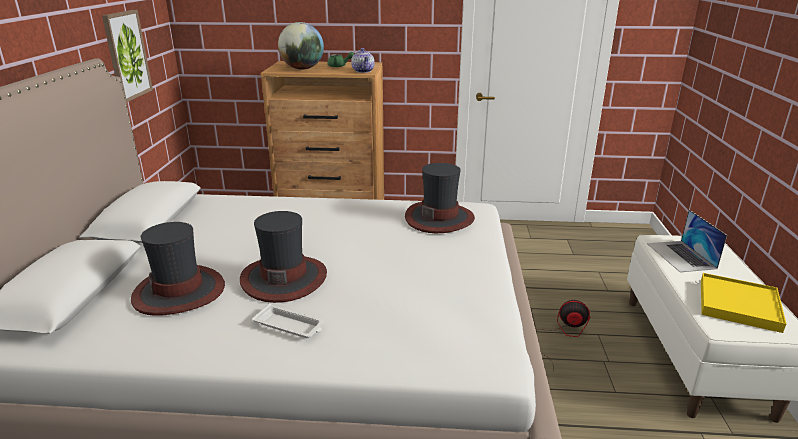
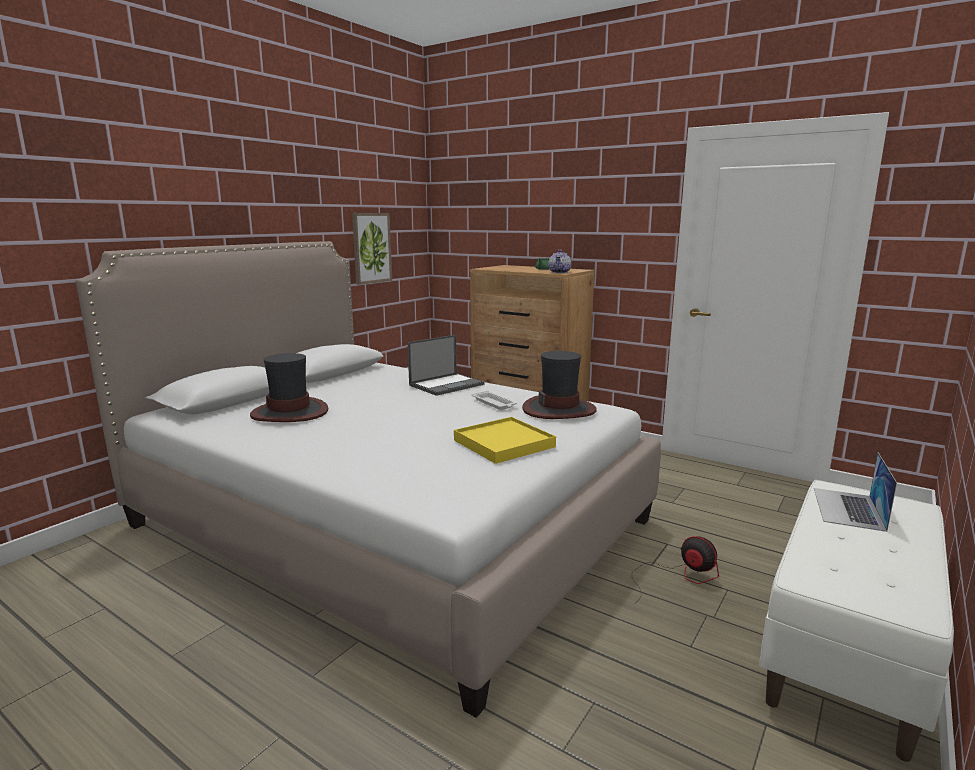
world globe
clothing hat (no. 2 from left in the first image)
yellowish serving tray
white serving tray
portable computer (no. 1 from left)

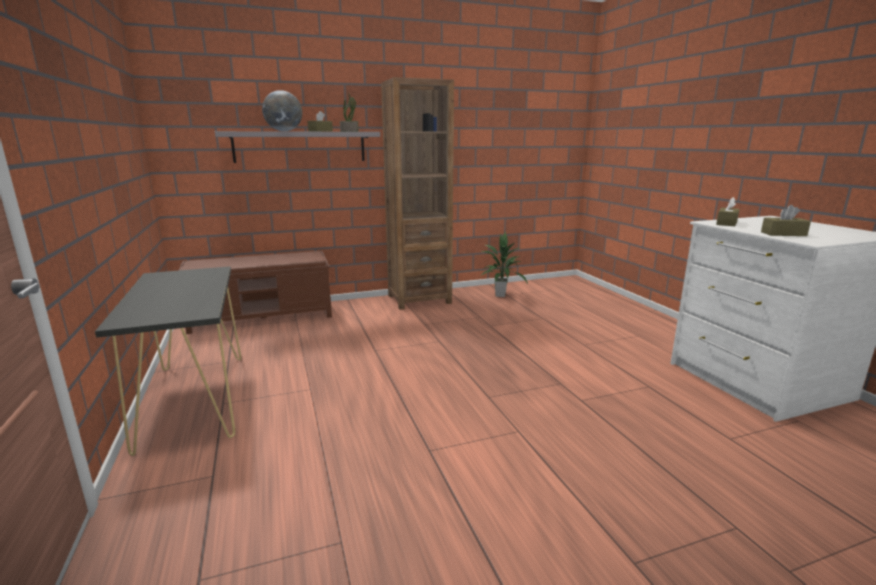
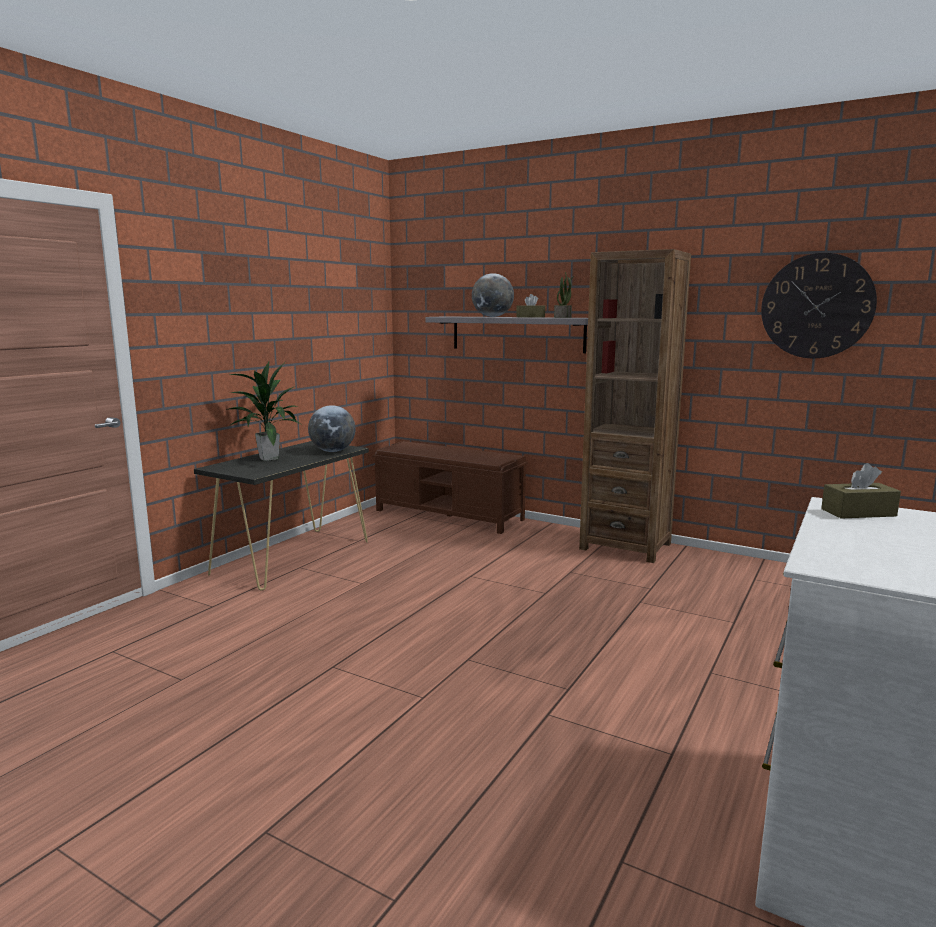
brown-coloured box of tissues (no. 3 from left in the first image)
houseplant (no. 1 from left)
hanging clock
world globe (no. 1 from left)

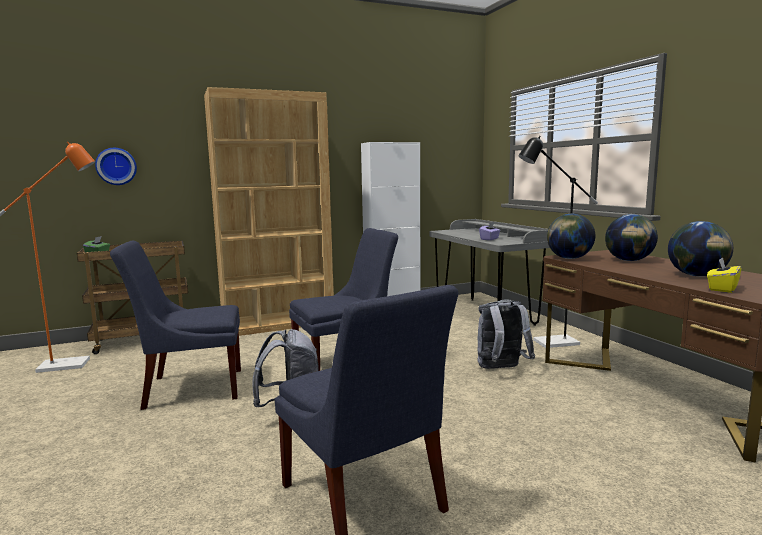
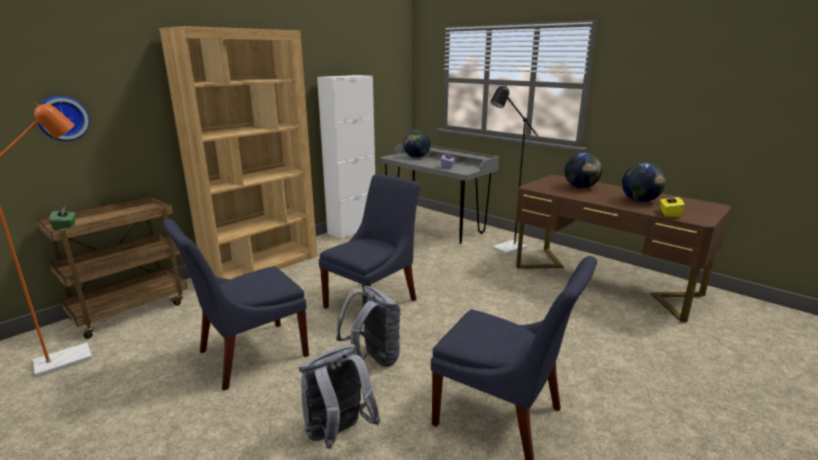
world globe (no. 1 from left)
grey knapsack (no. 1 from left)

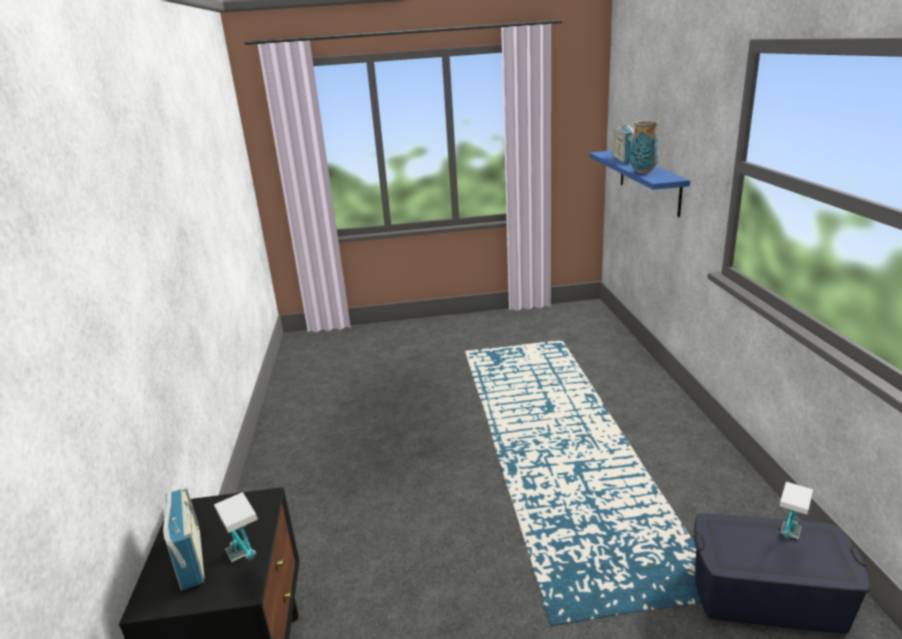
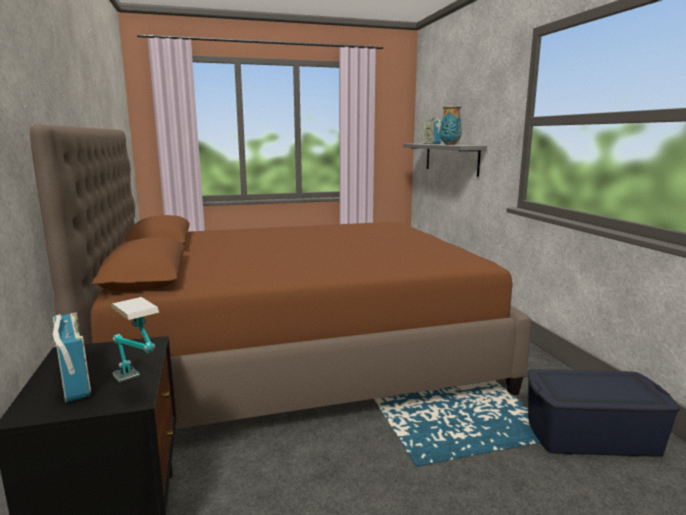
grey bracket shelf
table lamp (no. 2 from left in the first image)
brown-coloured bedroom bed

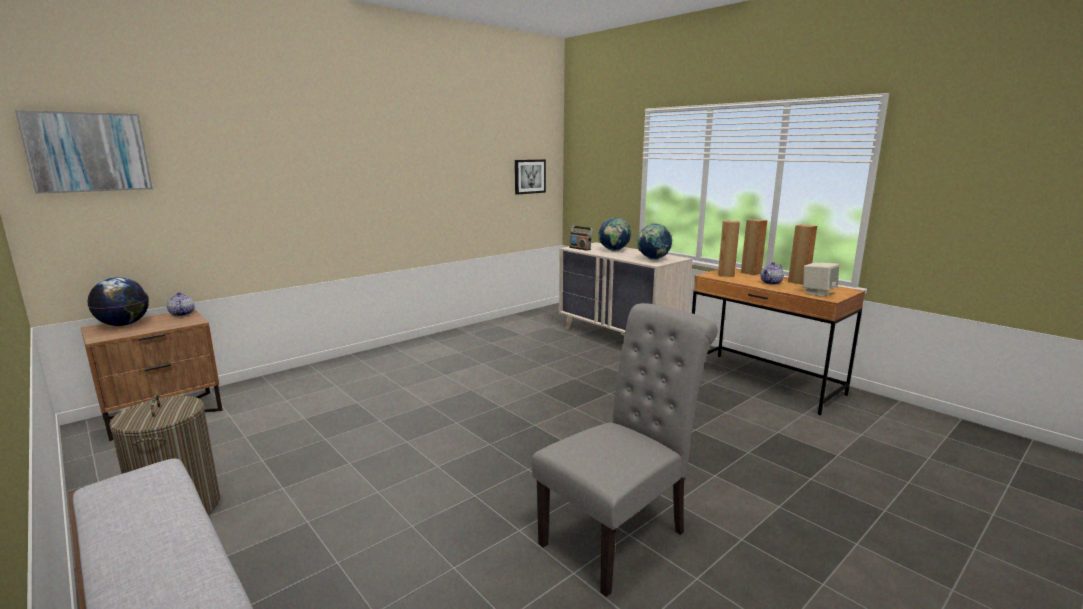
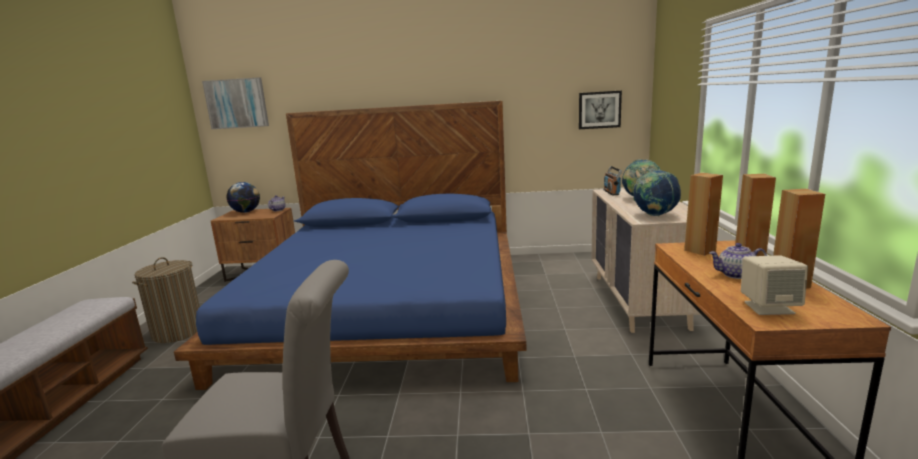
blue-coloured bedroom bed

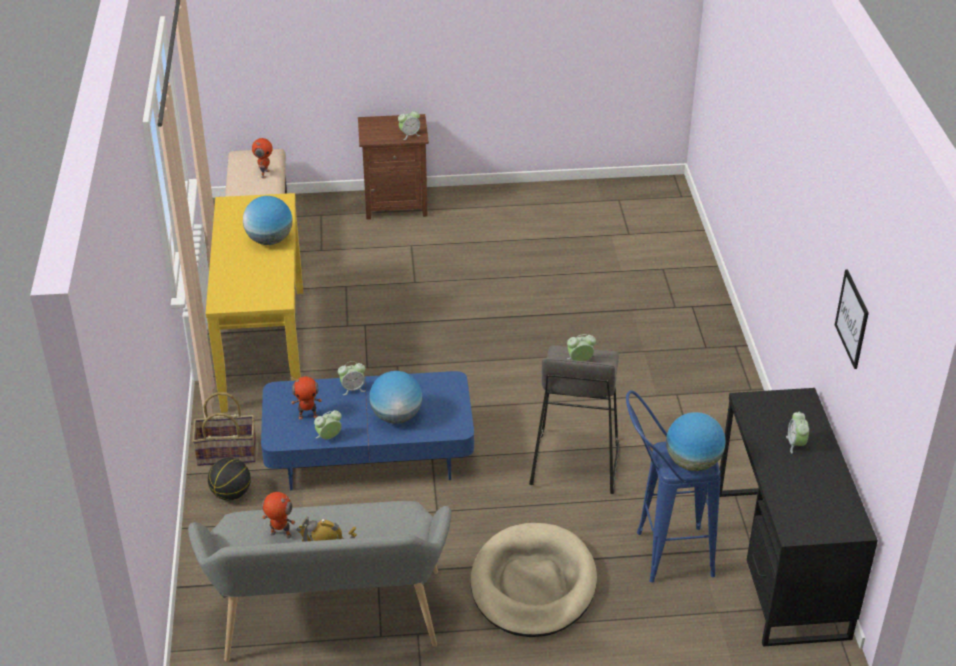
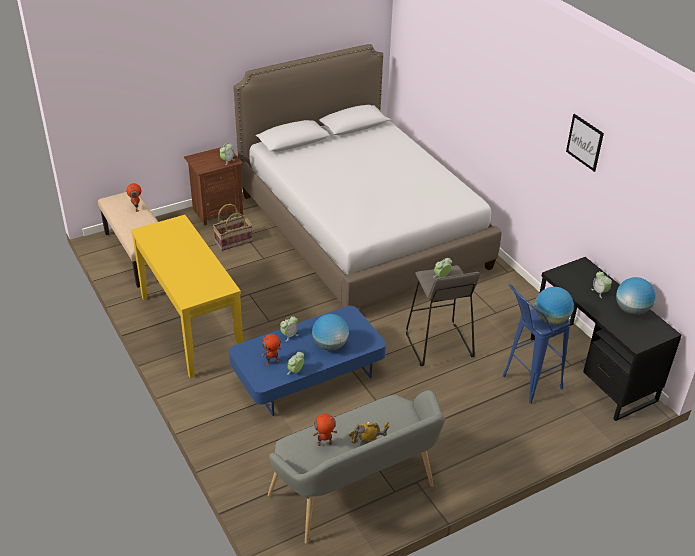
world globe (no. 3 from left)
picture
household basket
ball for basketball
beige-coloured dog bed
bedroom bed

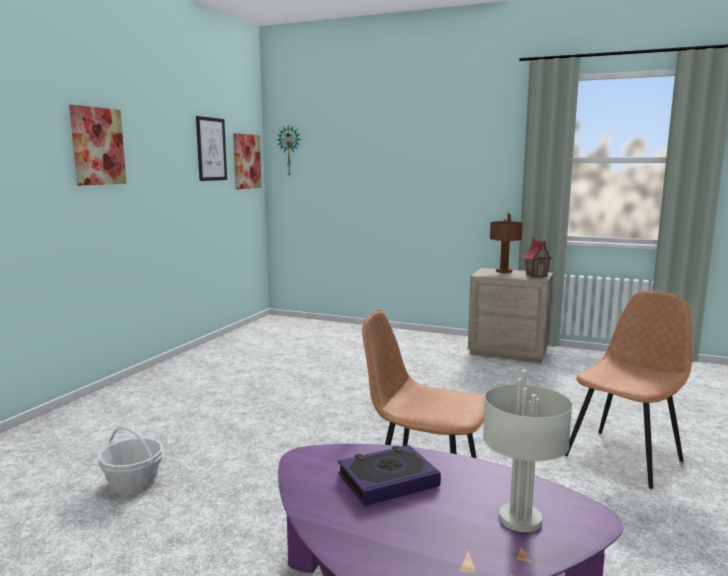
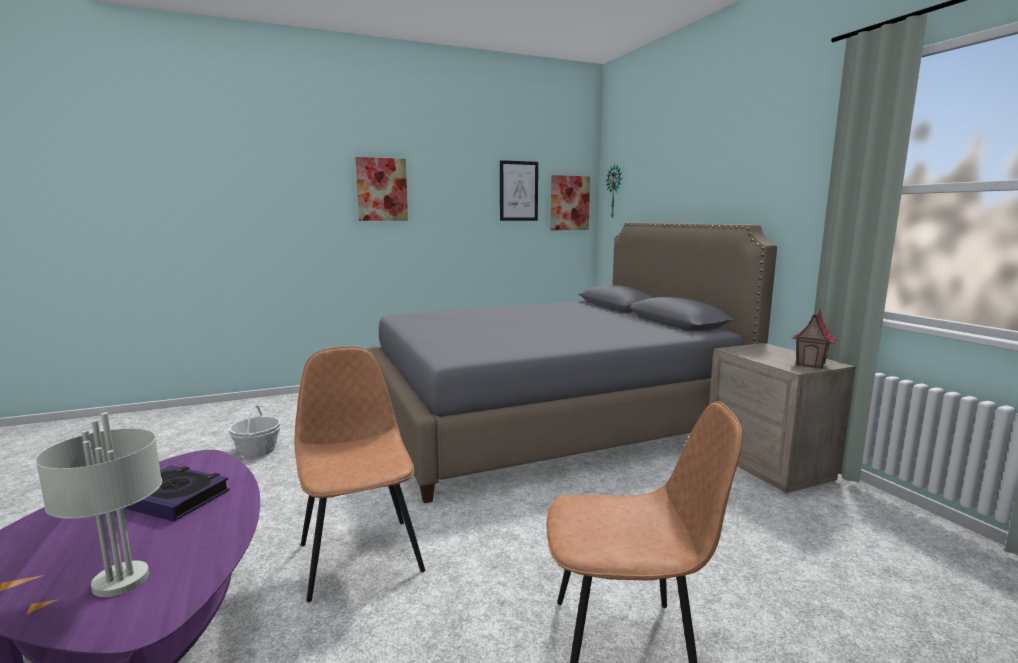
brown-coloured table lamp
grey bedroom bed

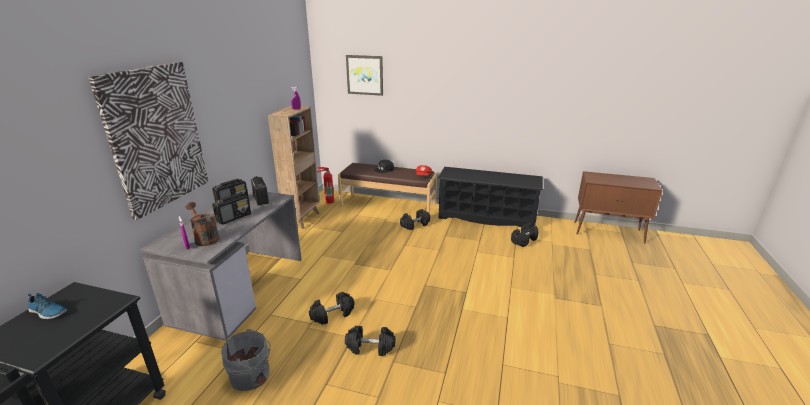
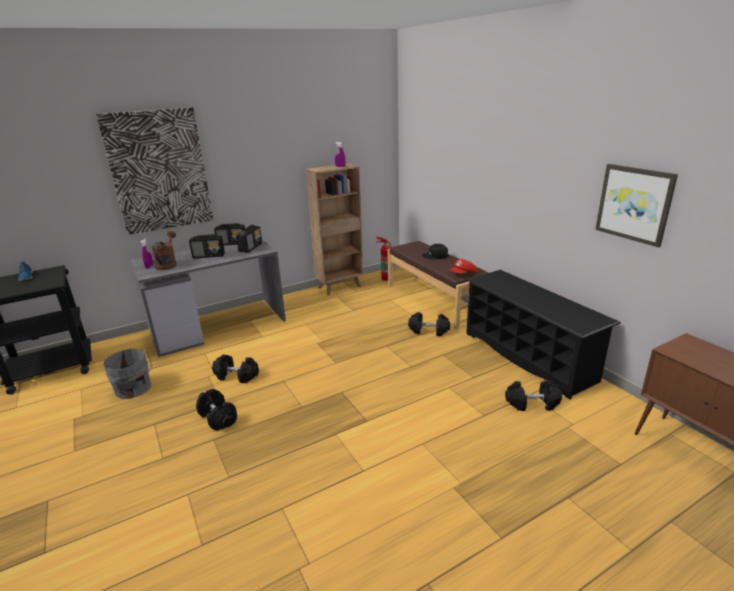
picture (no. 2 from left)

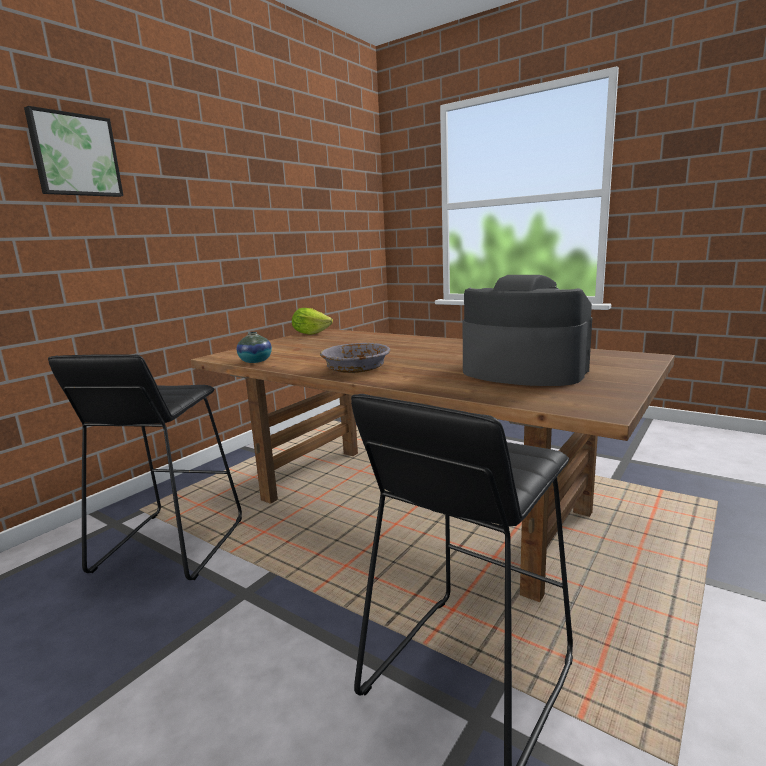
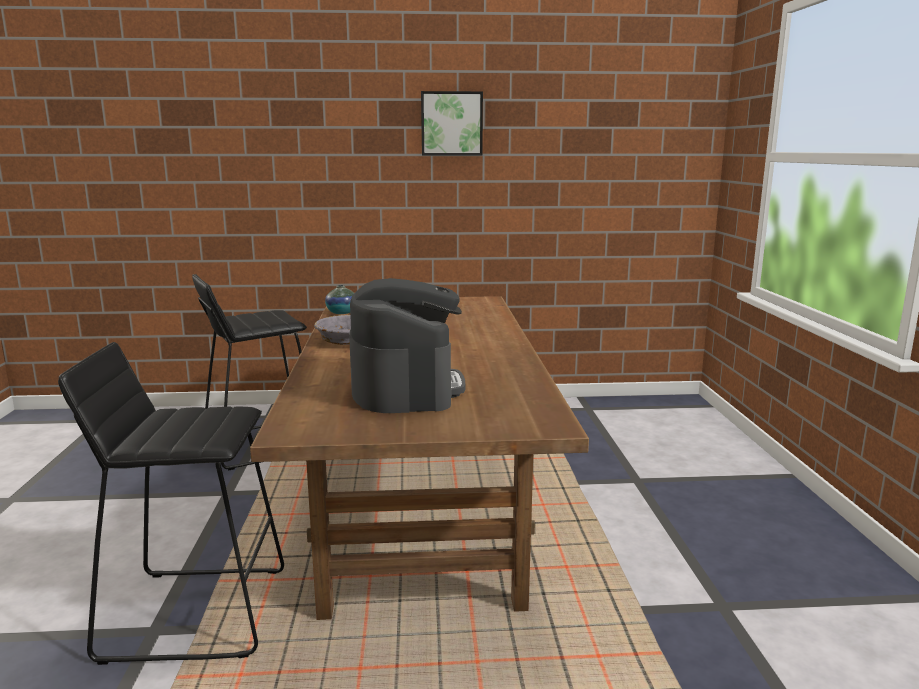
picture
head of lettuce

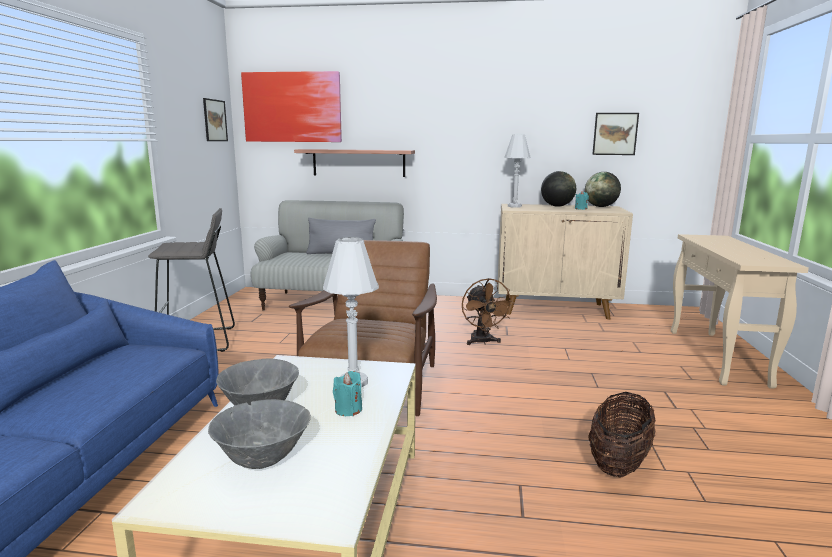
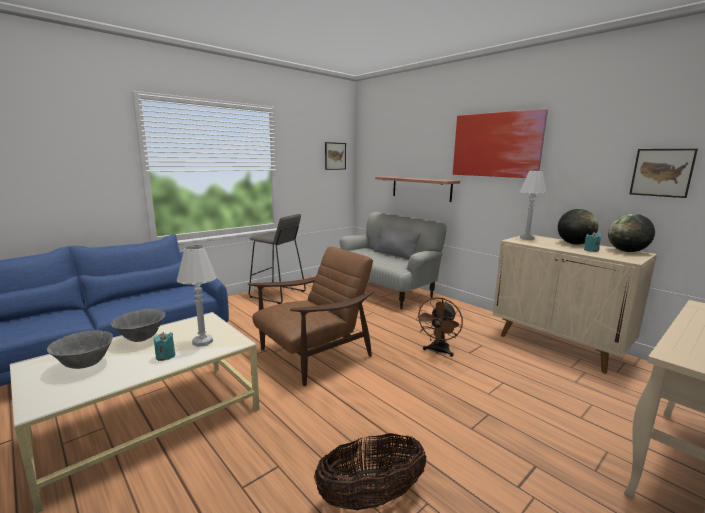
picture (no. 2 from left)

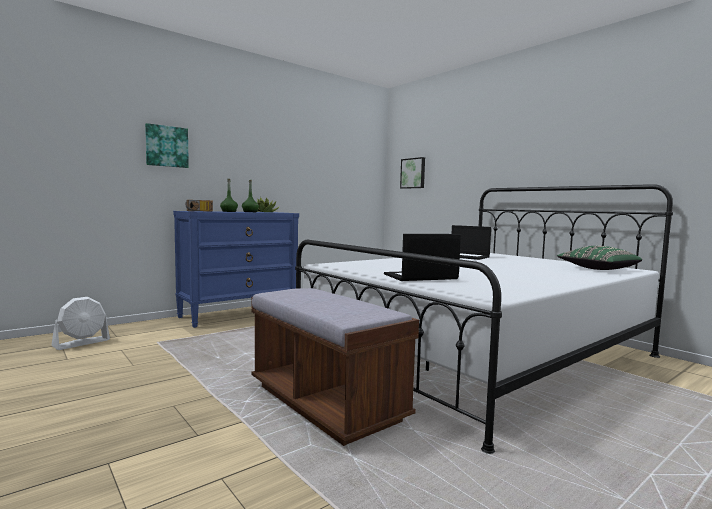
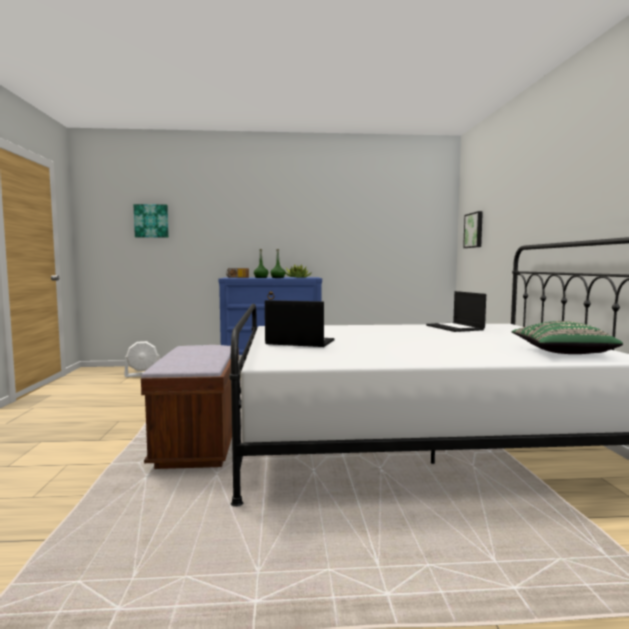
picture (no. 1 from left)

